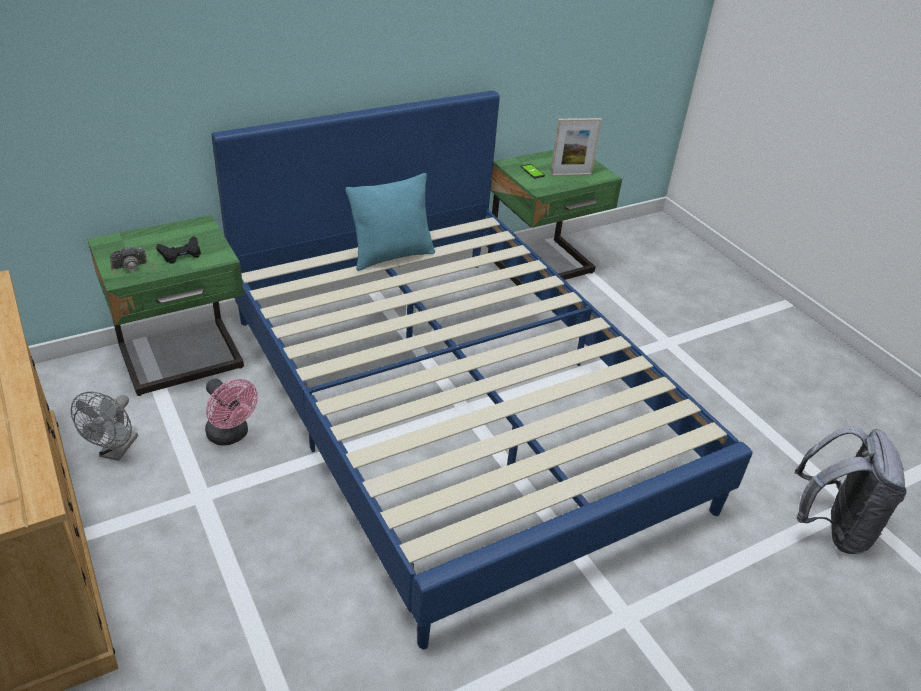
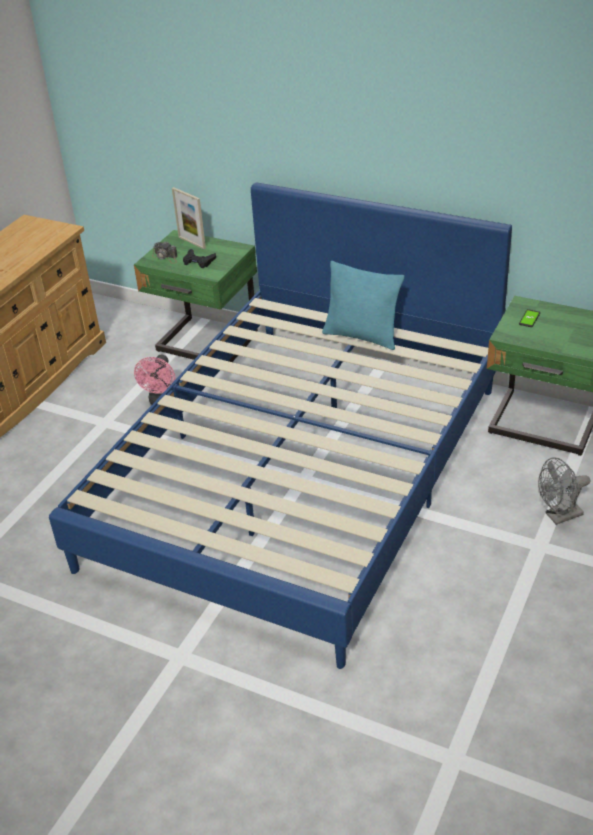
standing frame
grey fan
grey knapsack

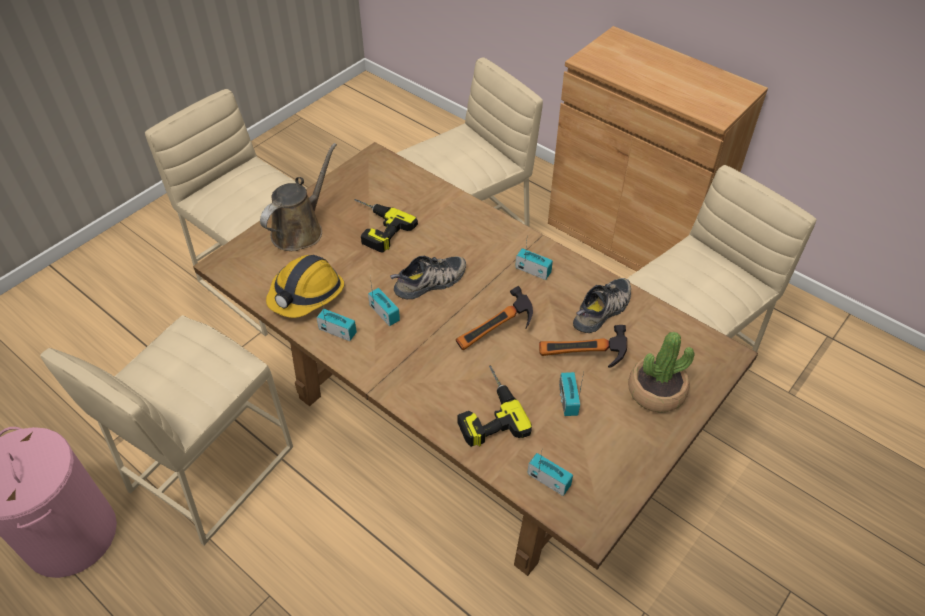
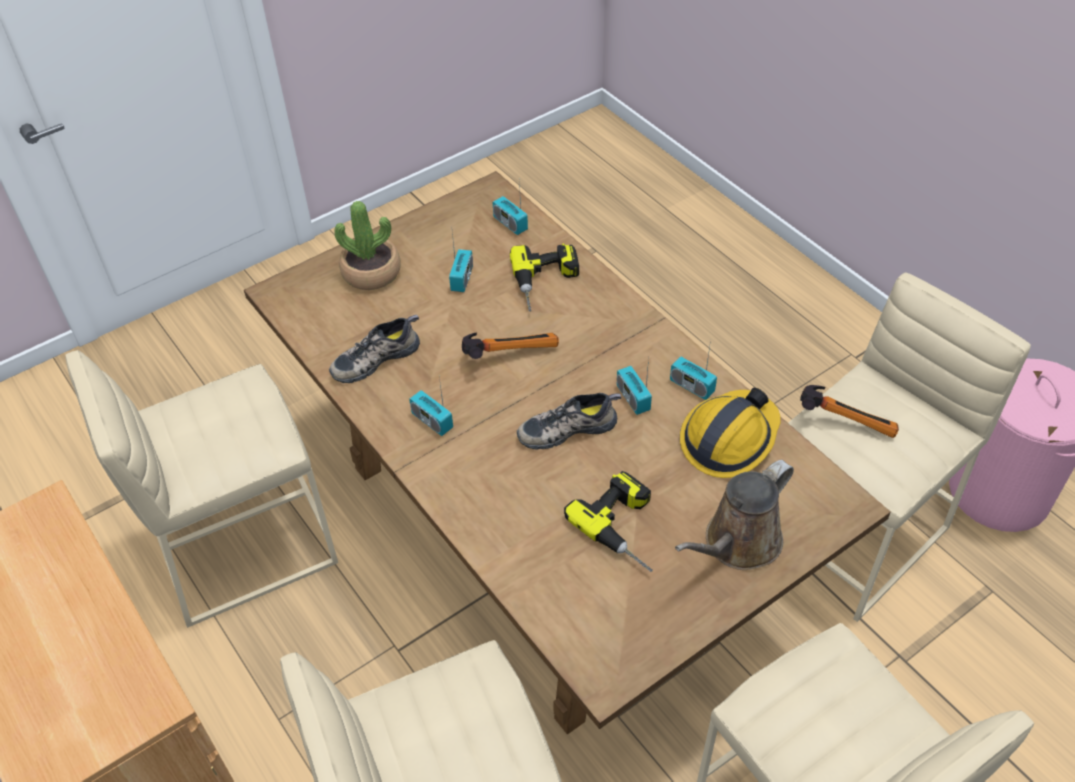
hand hammer (no. 2 from left)

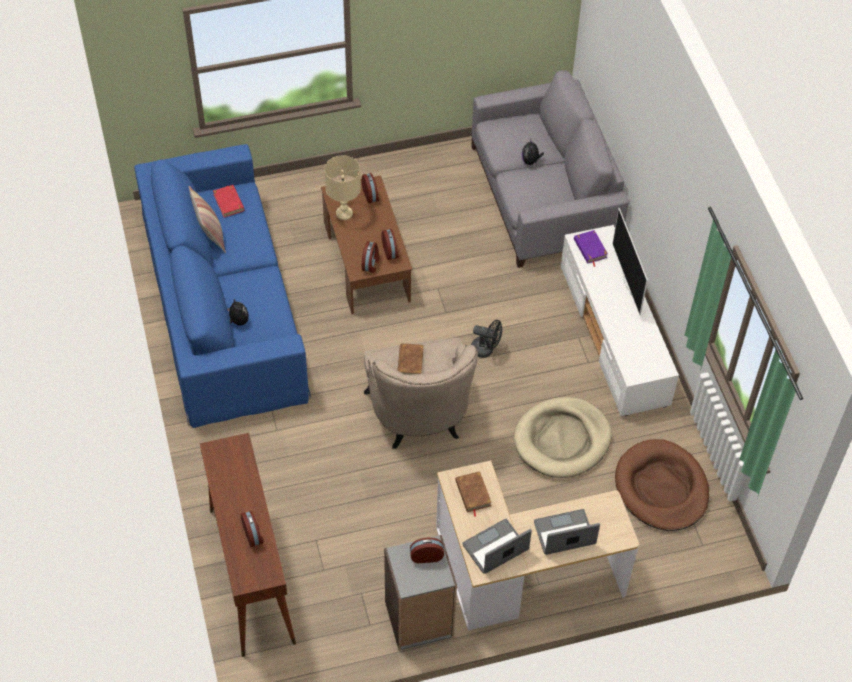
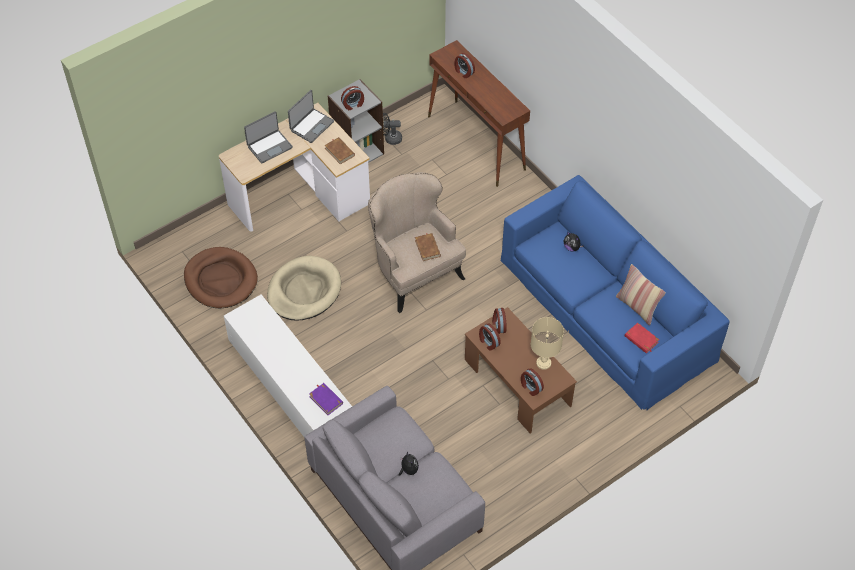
TV set
black-coloured fan

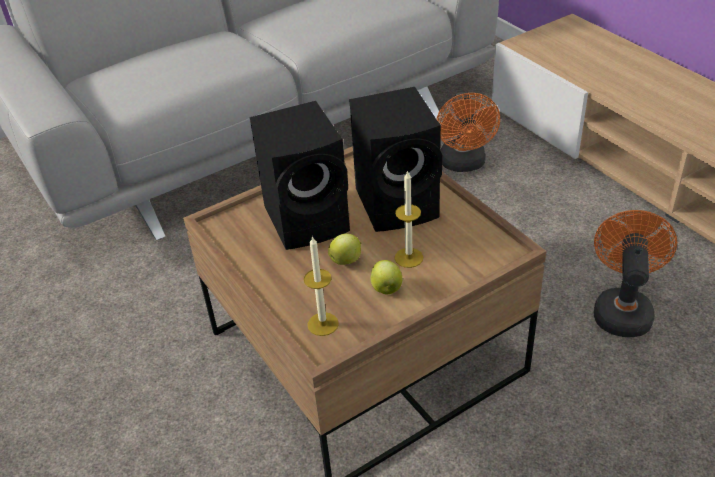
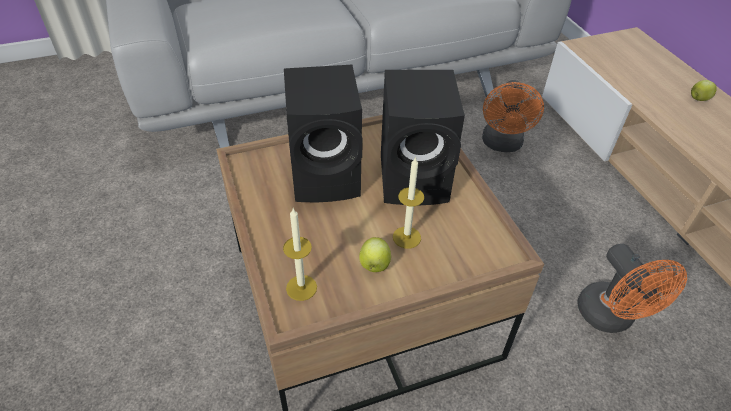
orange fan (no. 2 from left)
apple fruit (no. 2 from left)

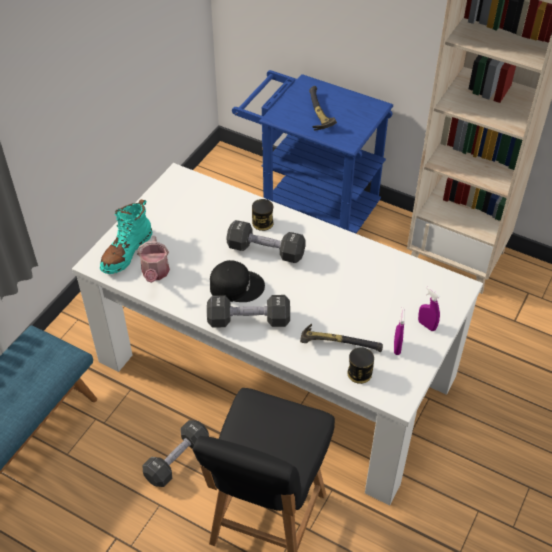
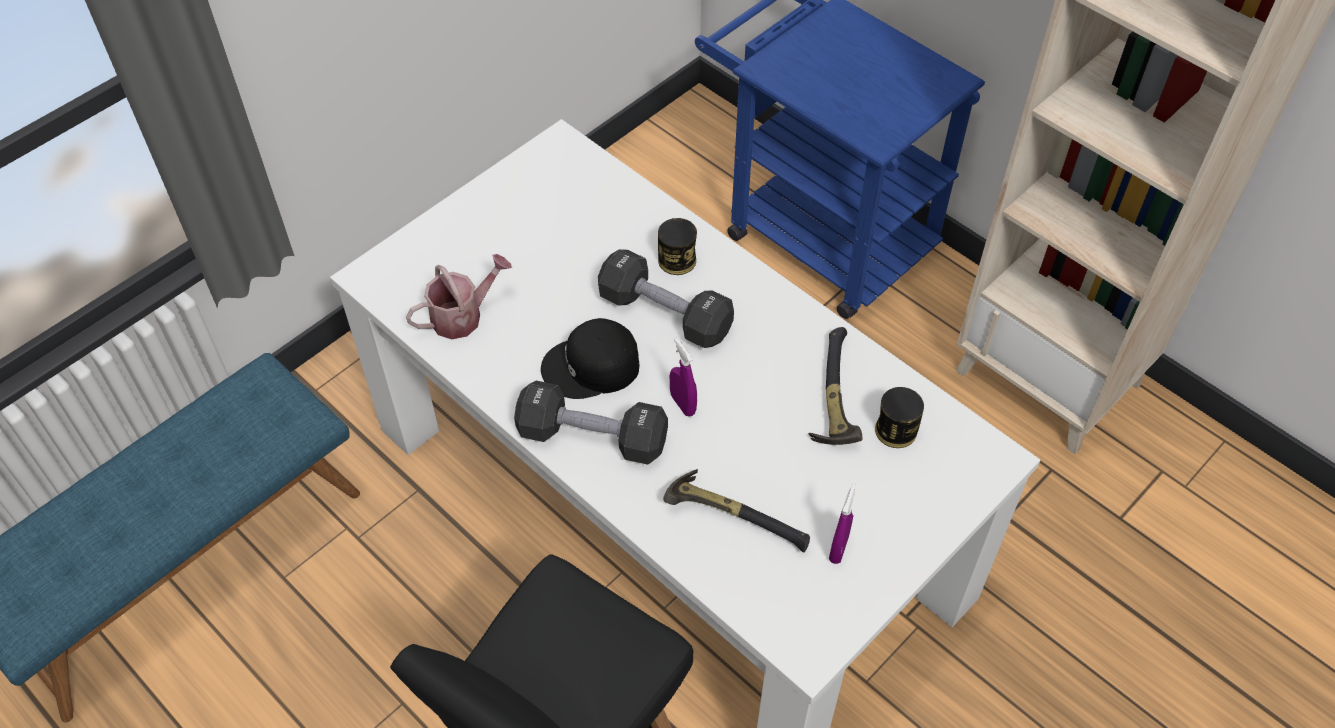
hand hammer (no. 2 from left)
blue-green boot
watering pot
black-coloured baseball cap
purple-coloured spray bottle (no. 1 from left)
sealed can (no. 2 from left)
black-coloured free weight (no. 1 from left in the first image)

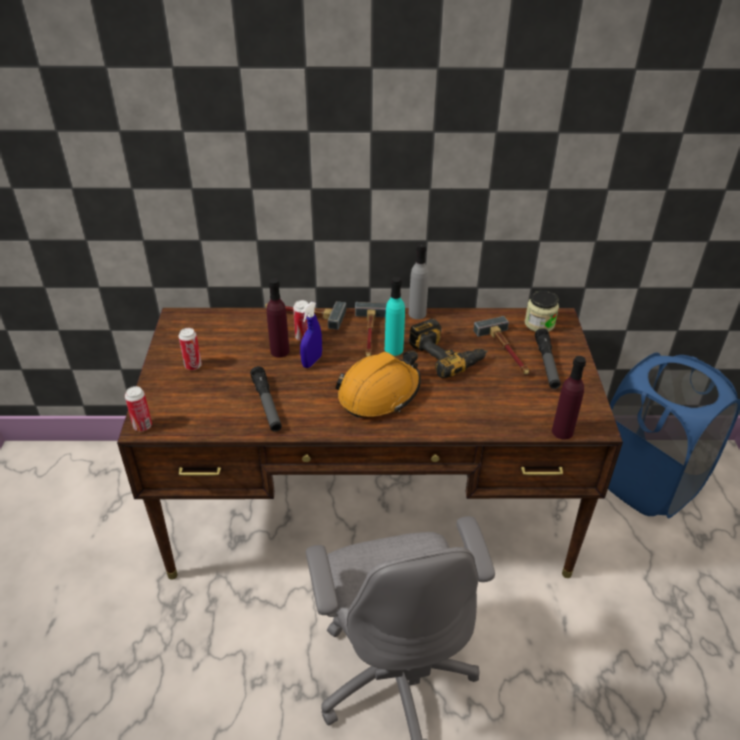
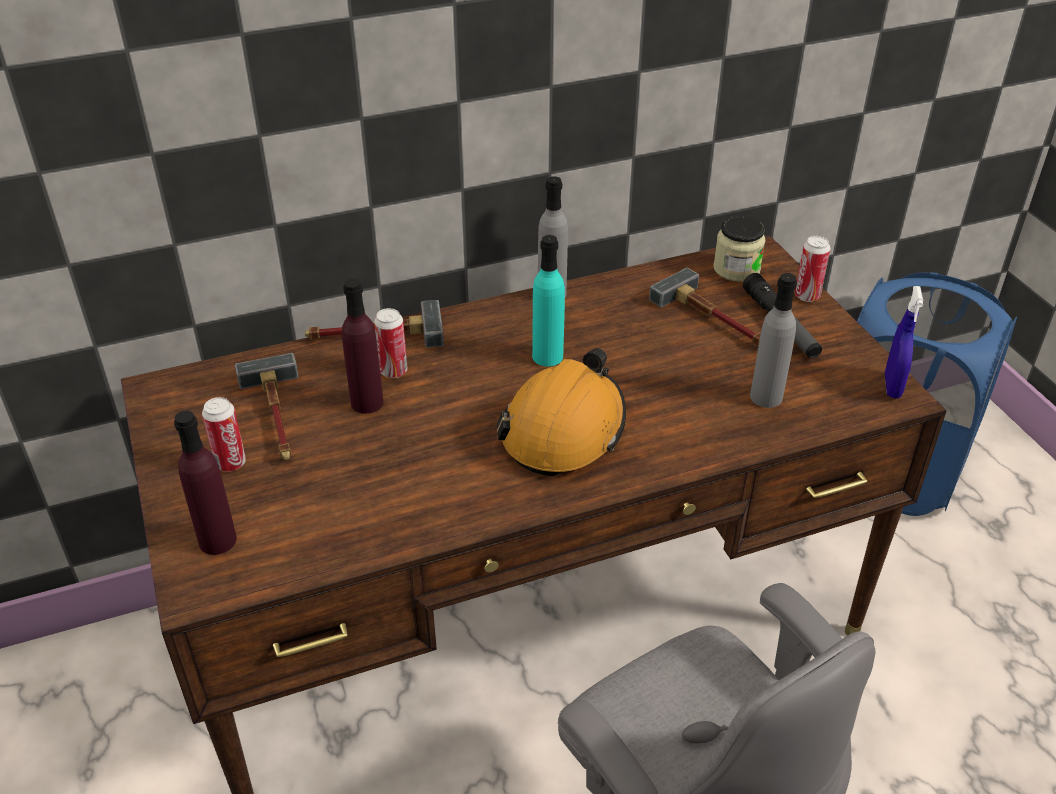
blue-coloured spray bottle
hand hammer (no. 1 from left)
electric drill
purple-coloured drink bottle (no. 1 from left)
torch (no. 1 from left in the first image)
sealed can (no. 3 from left)
grey drink bottle (no. 2 from left)

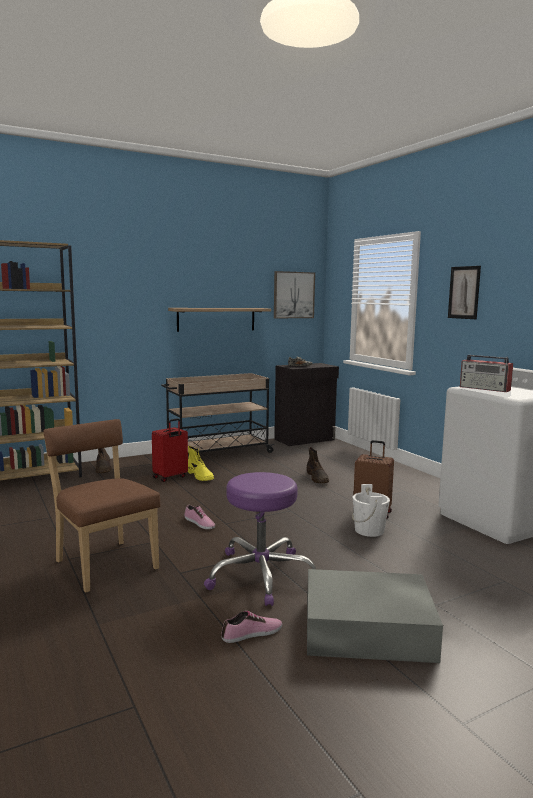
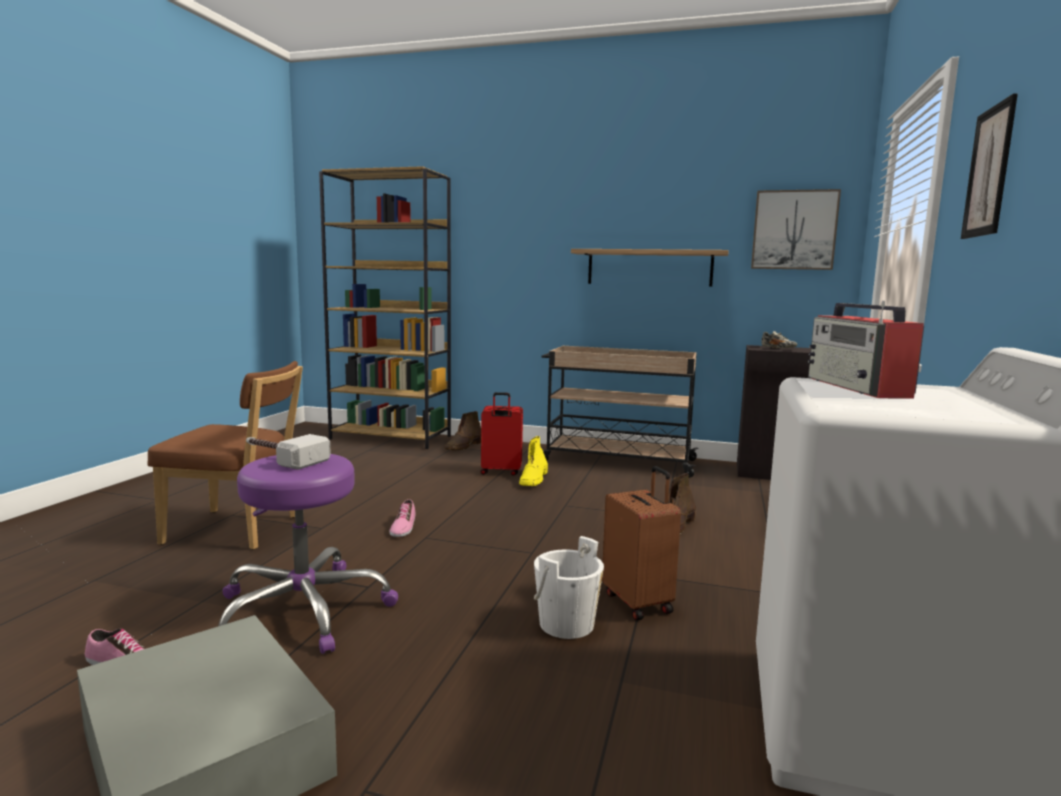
brown-coloured plain chair
hand hammer

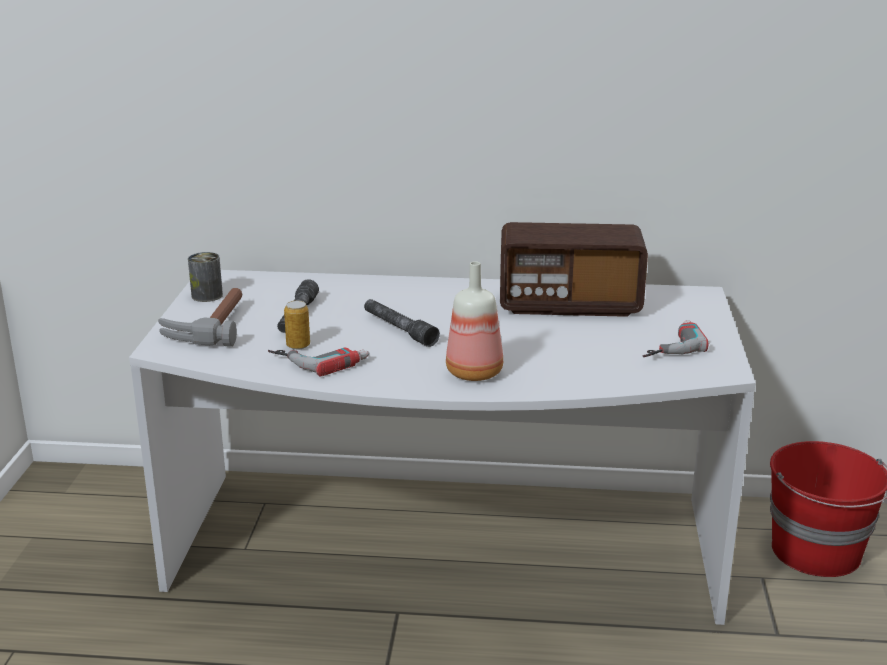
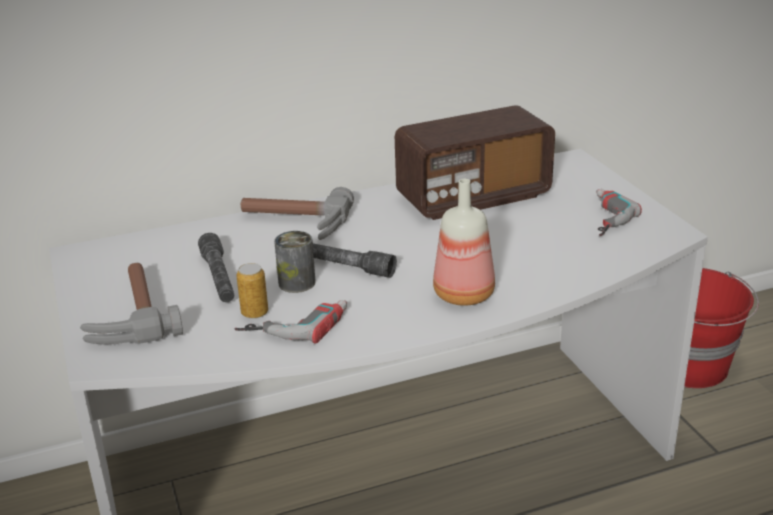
sealed can (no. 2 from left)
hand hammer (no. 2 from left)

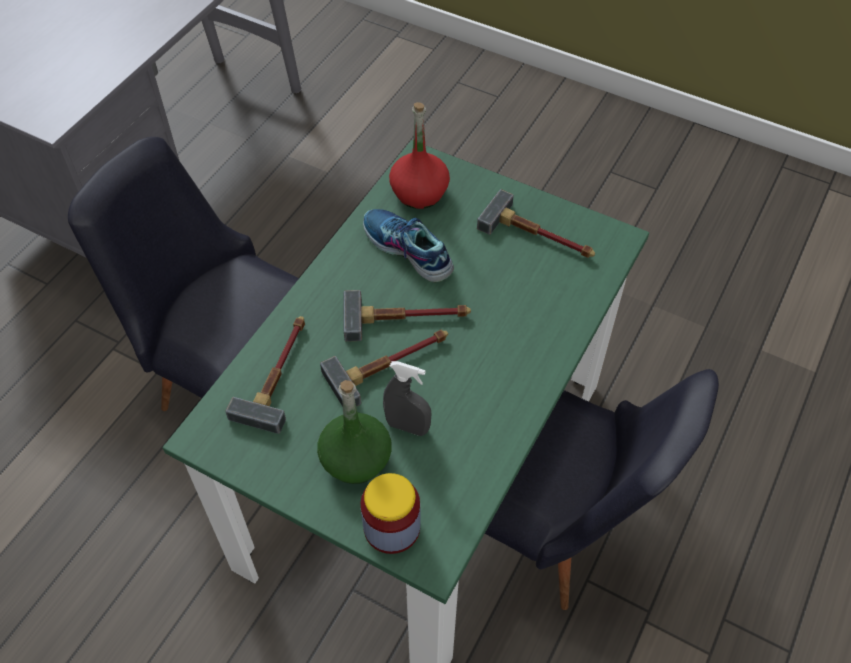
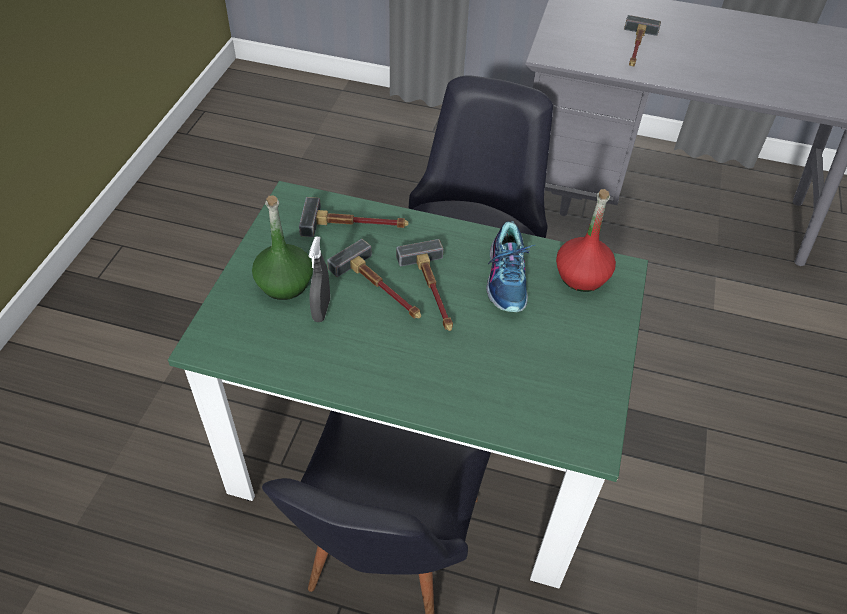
hand hammer (no. 4 from left)
low shoe
jar

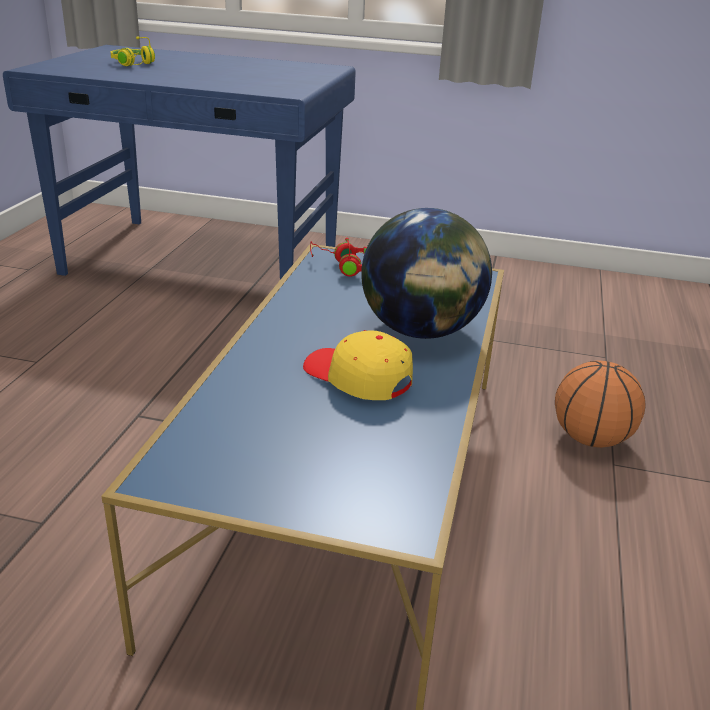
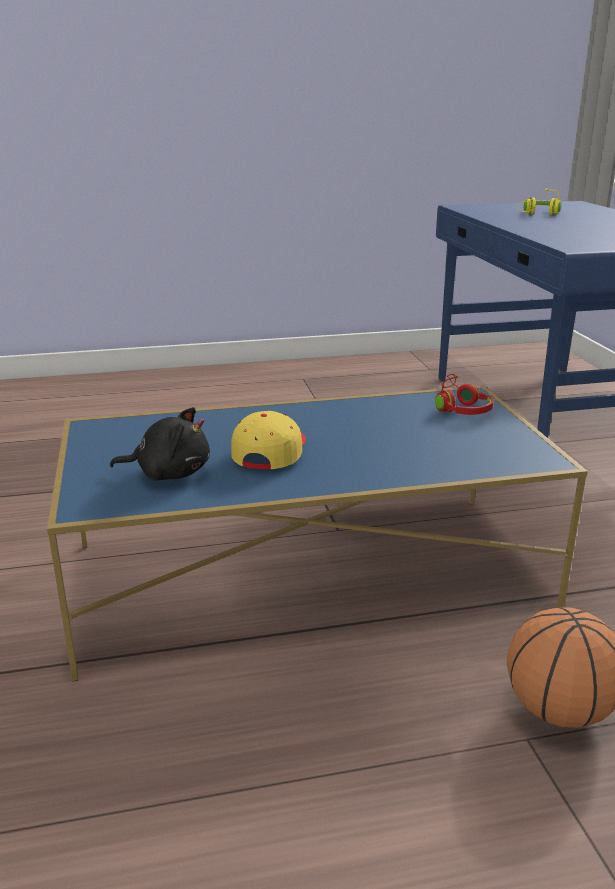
world globe
black-coloured plush toy

